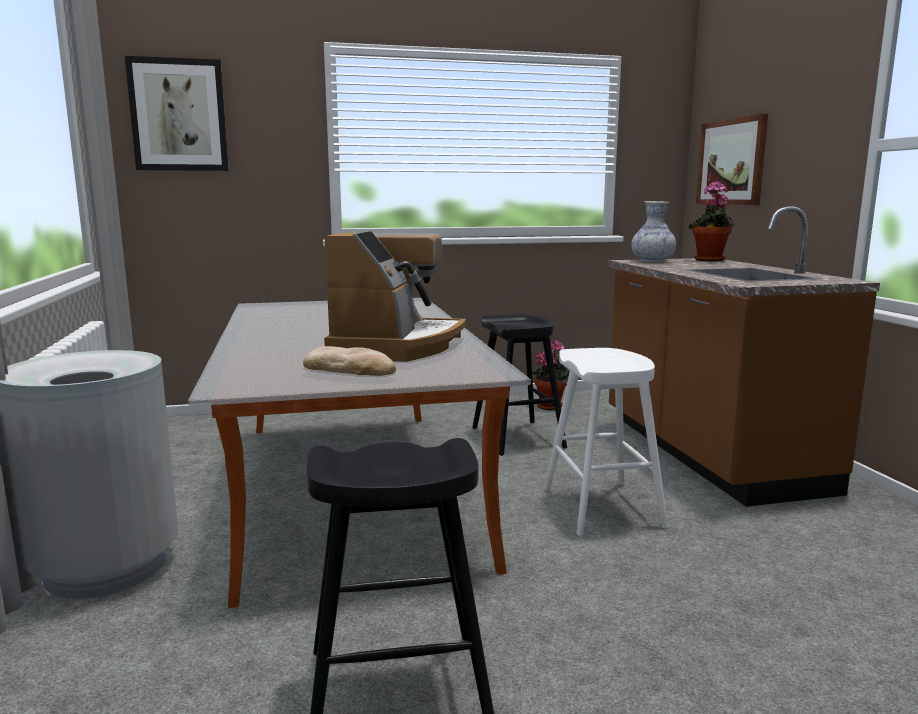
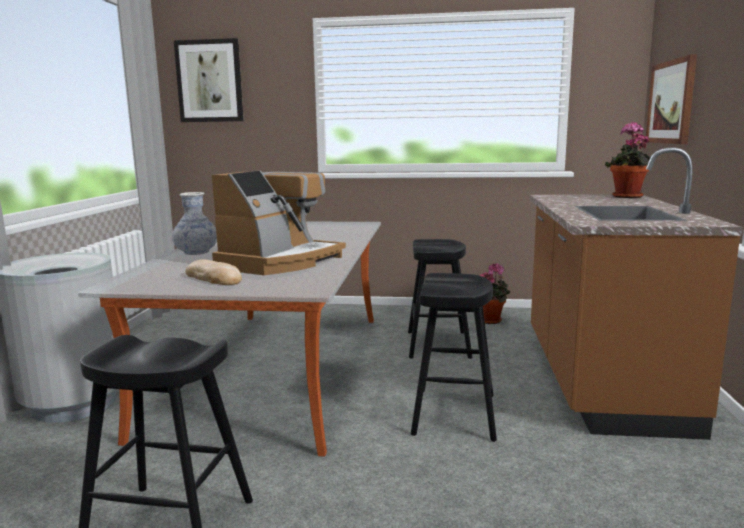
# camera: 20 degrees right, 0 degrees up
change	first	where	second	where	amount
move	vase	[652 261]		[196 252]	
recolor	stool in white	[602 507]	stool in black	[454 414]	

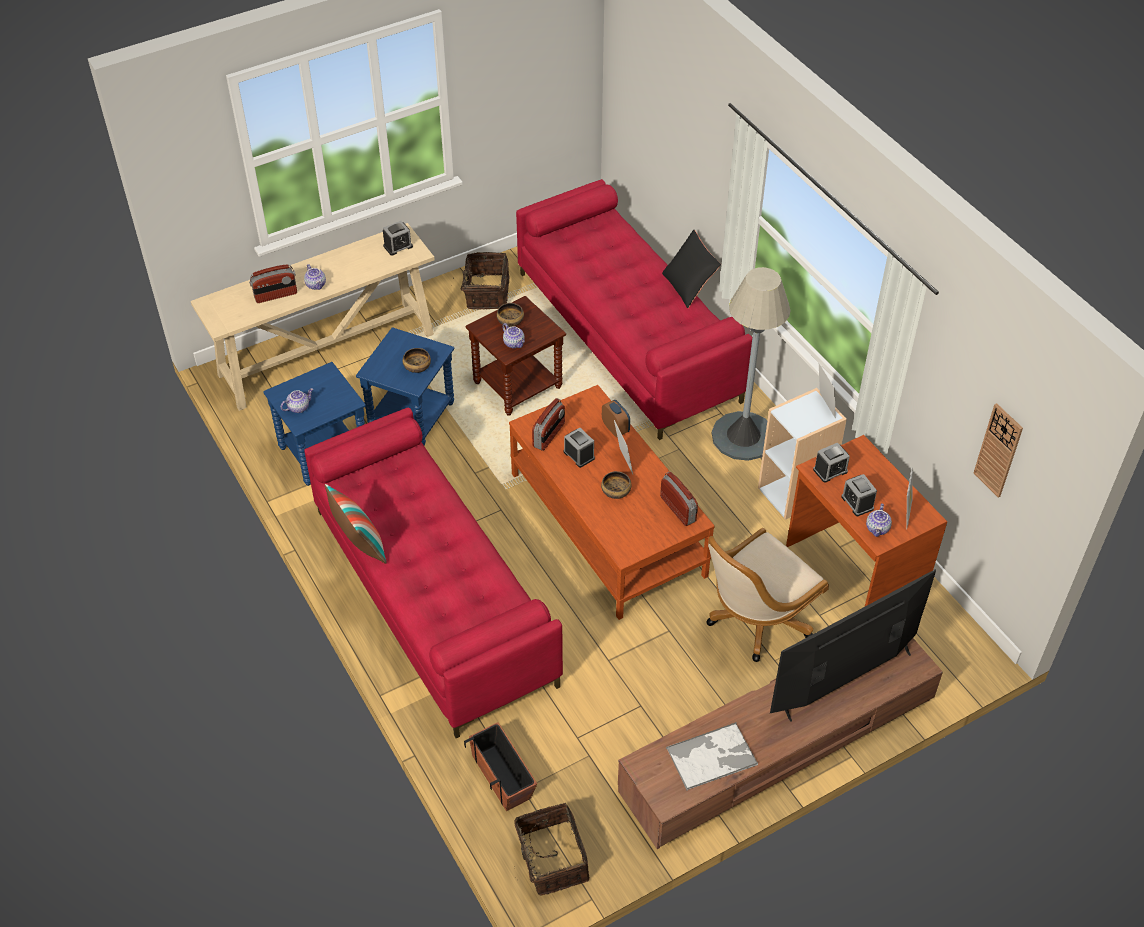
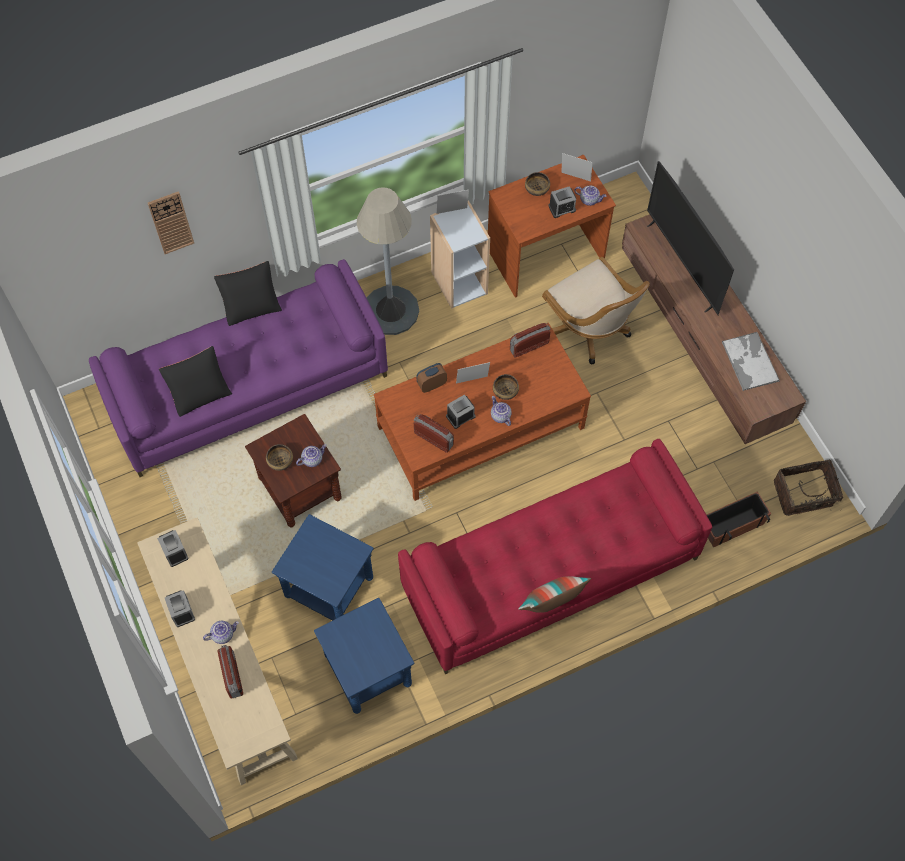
# camera: 85 degrees left, 15 degrees up
change	first	where	second	where	amount
recolor	sofa in red	[628 336]	sofa in purple	[249 388]	
move	wall clock	[998 450]		[171 222]	
insert			pillow in black	[199 392]	
move	alarm clock	[830 470]		[181 611]	
move	teapot	[298 407]		[500 416]	
move	bowl	[417 366]		[537 189]	
delete	basket	[486 293]			

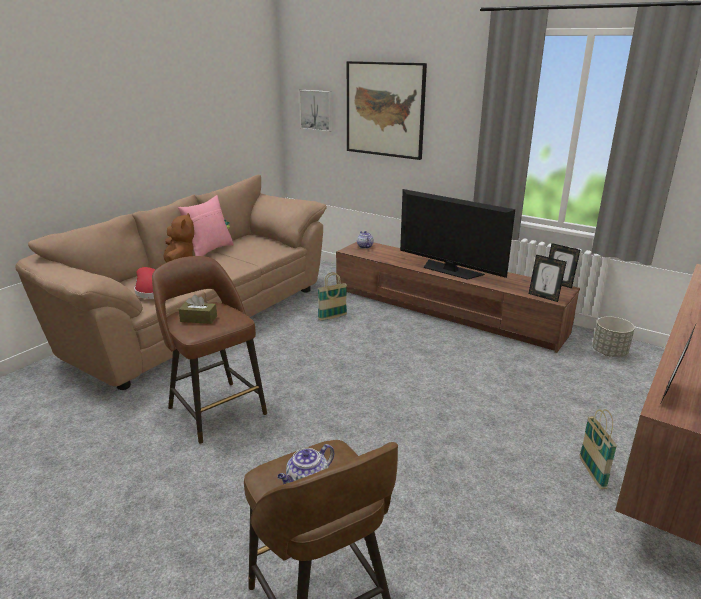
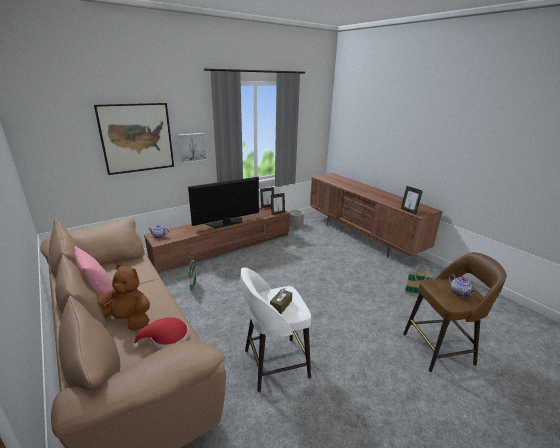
# camera: 70 degrees left, 0 degrees up
change	first	where	second	where	amount
move	picture	[317 110]		[191 147]	
recolor	stool in brown	[216 409]	stool in white	[274 364]	
move	basket	[592 473]		[416 294]	

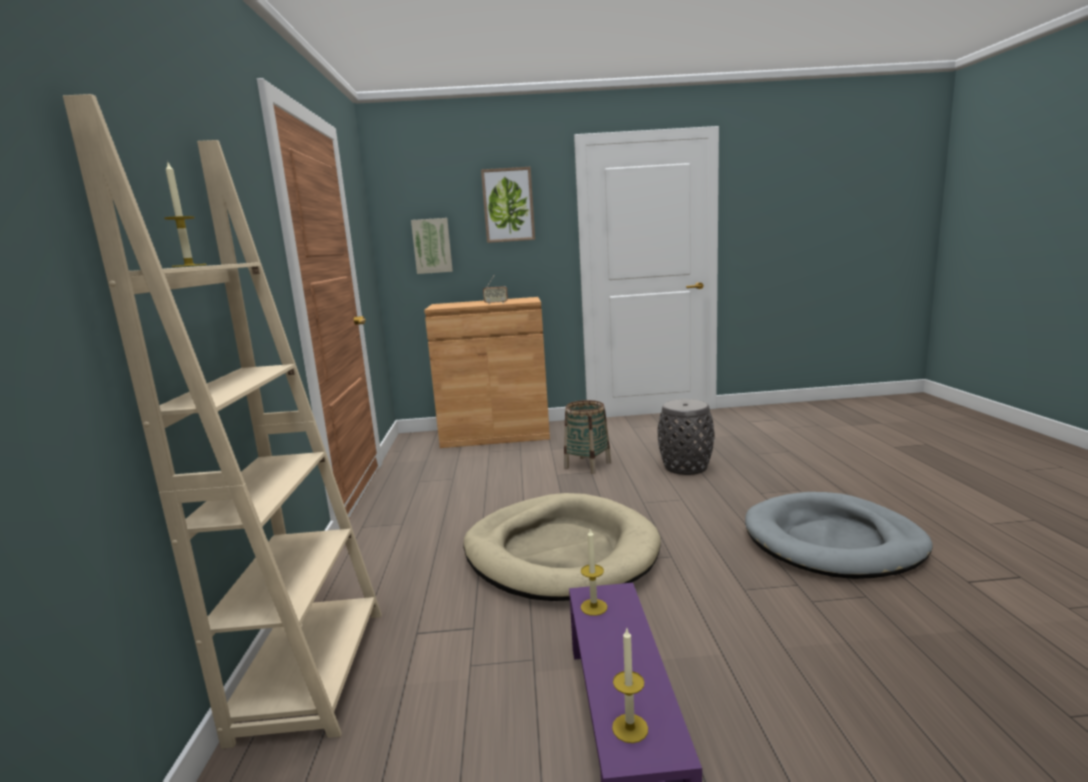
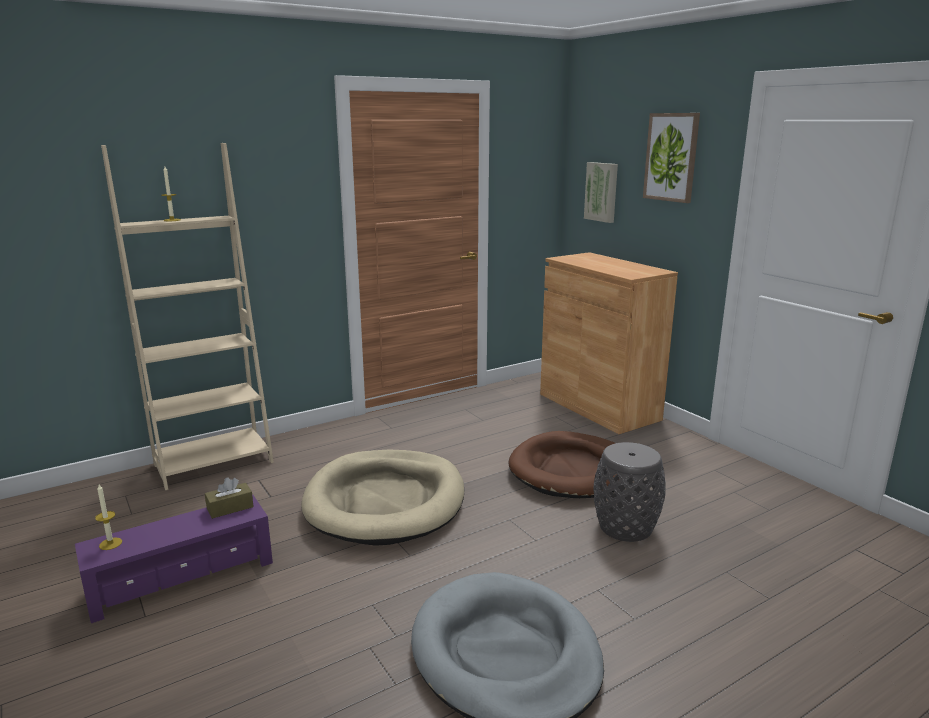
# camera: 60 degrees right, 5 degrees up
change	first	where	second	where	amount
replace	candle	[594 607]	tissue box in brown	[230 508]	
replace	basket	[587 465]	dog bed in brown	[572 470]	
delete	radio	[496 303]			

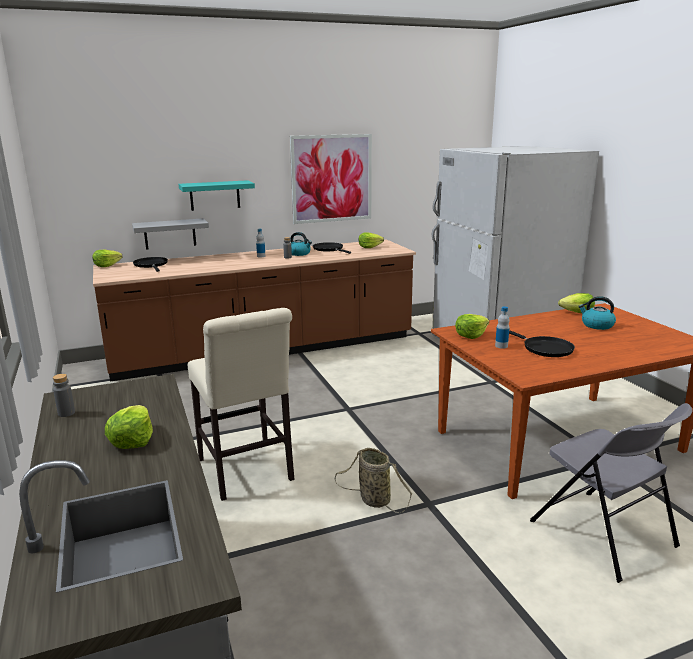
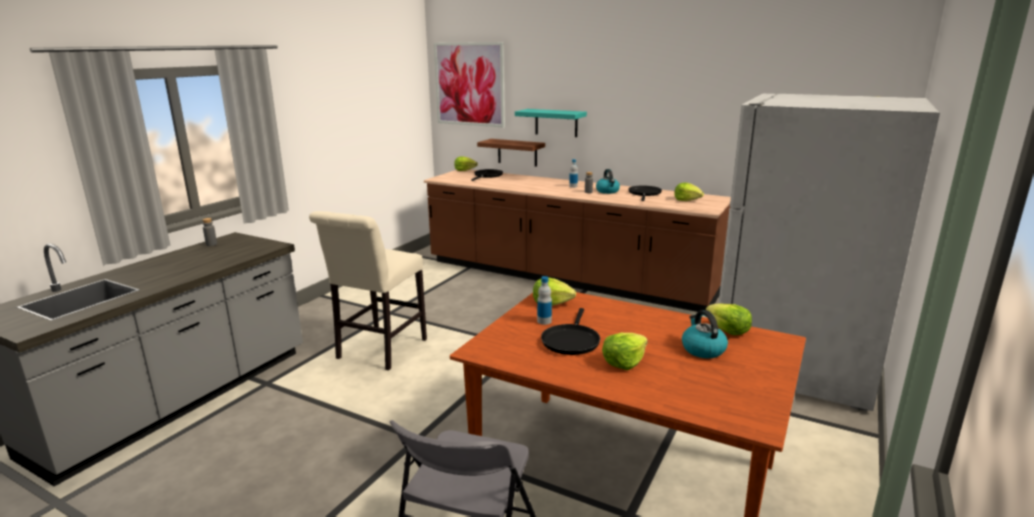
# camera: 50 degrees right, 0 degrees up
change	first	where	second	where	amount
move	picture	[332 178]		[469 84]	
recolor	shelf in grey	[170 234]	shelf in brown	[517 152]	
move	lettuce	[132 441]		[624 362]	
delete	basket	[372 499]			

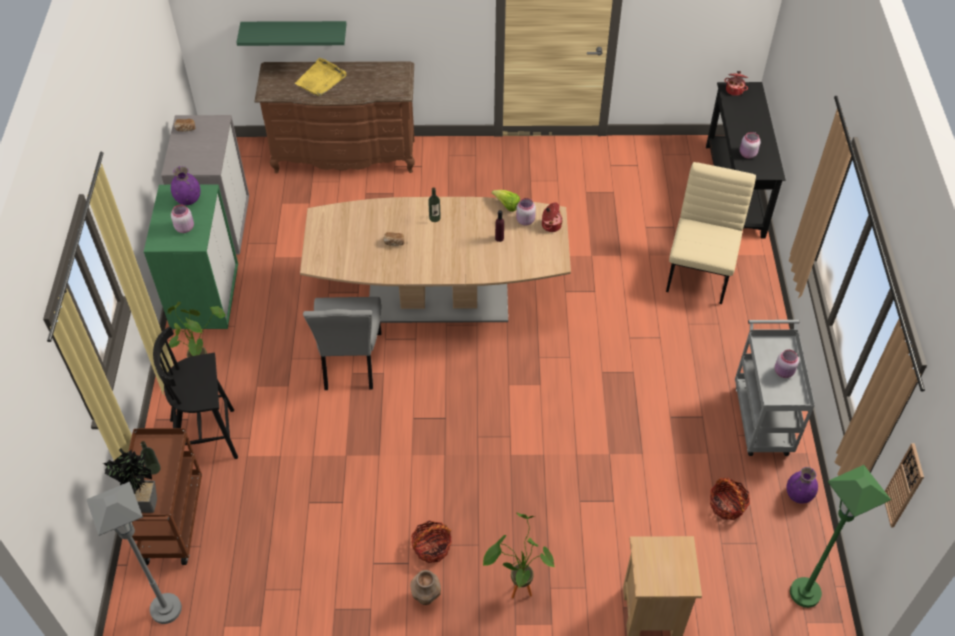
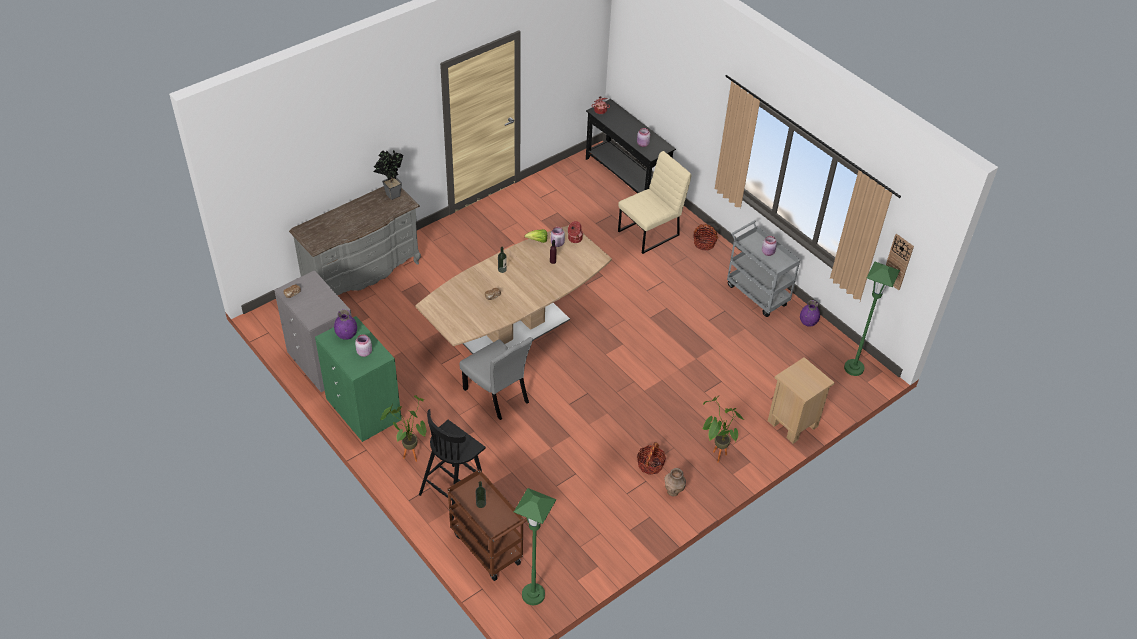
# camera: 40 degrees left, 5 degrees down
change	first	where	second	where	amount
recolor	dresser in brown	[345 157]	dresser in grey	[363 276]	
move	potted plant	[143 503]		[390 195]	
recolor	floor lamp in grey	[166 609]	floor lamp in green	[533 595]	
rotate	chair in beige	[700 271]		[650 232]	75 degrees clockwise
move	basket	[727 505]		[704 243]	
delete	shelf in green	[295 33]			
delete	tray in yellow	[321 79]			

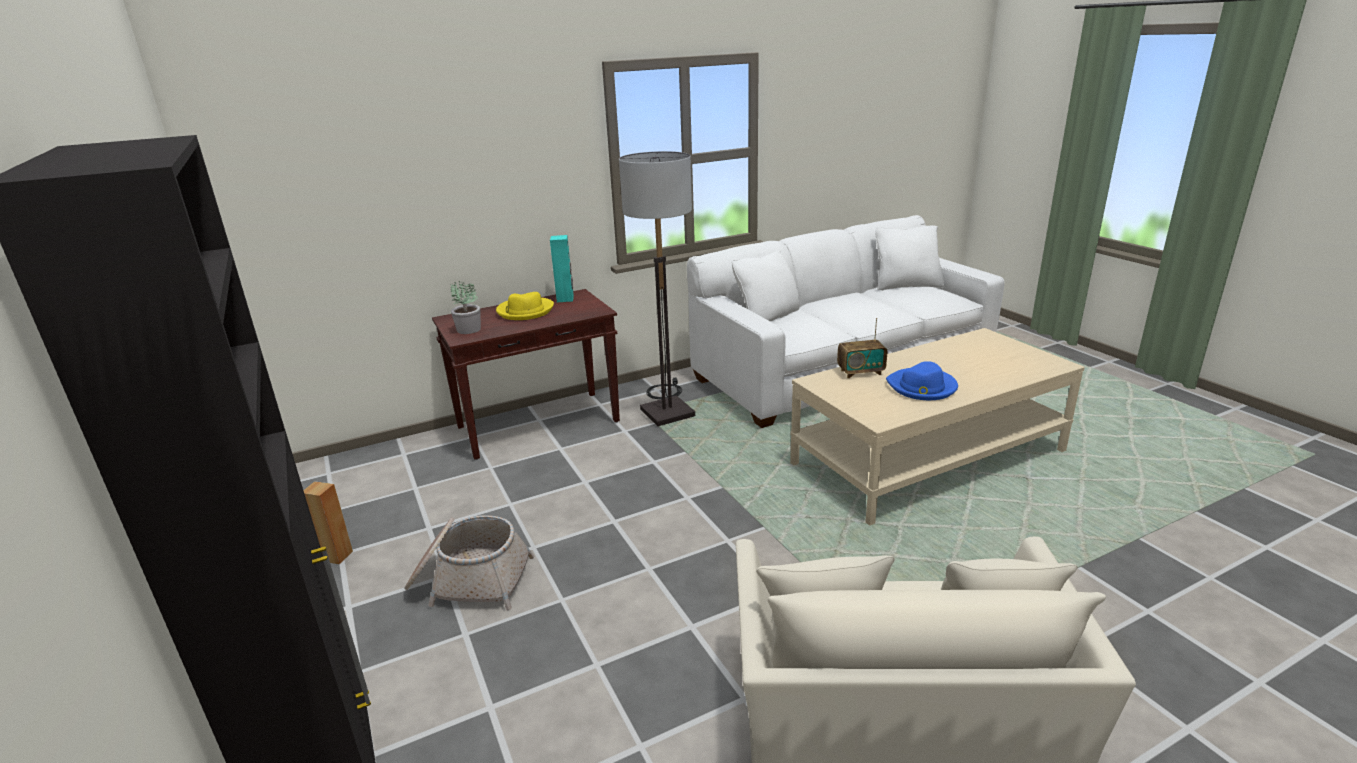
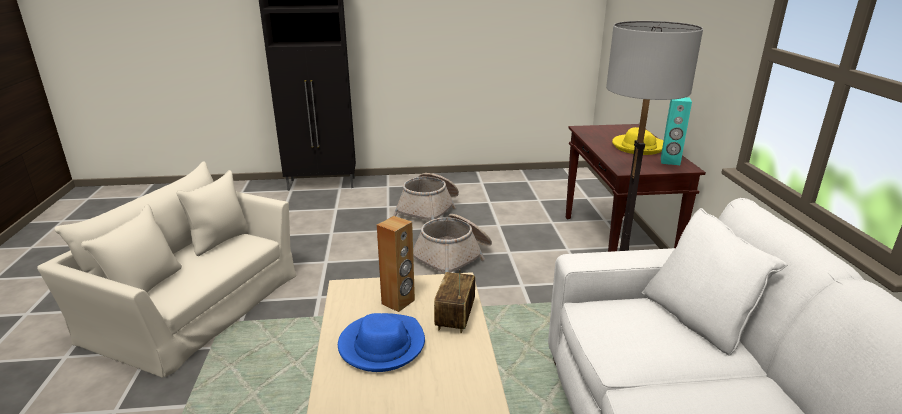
# camera: 110 degrees right, 0 degrees up
change	first	where	second	where	amount
move	speaker in brown	[337 556]		[398 302]	
insert			basket	[453 257]	
delete	potted plant	[468 330]			

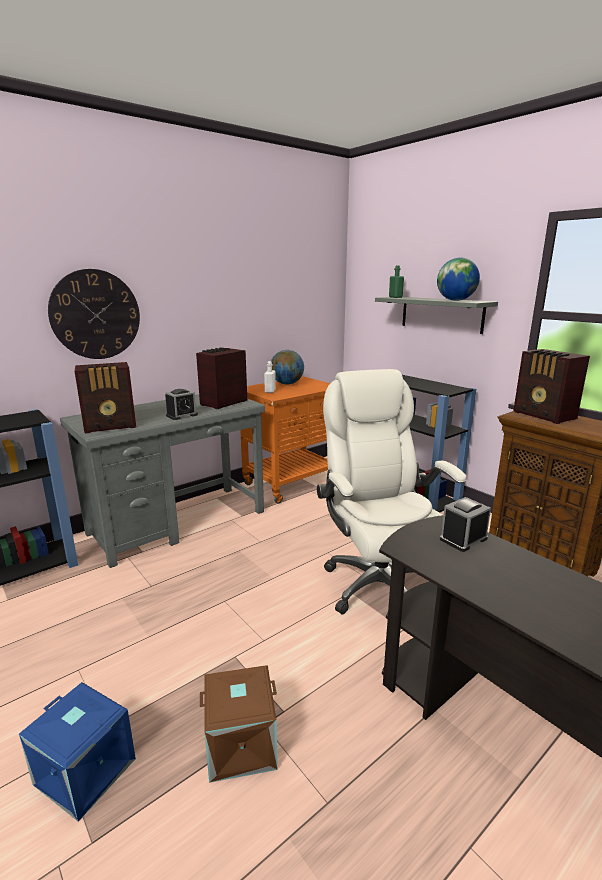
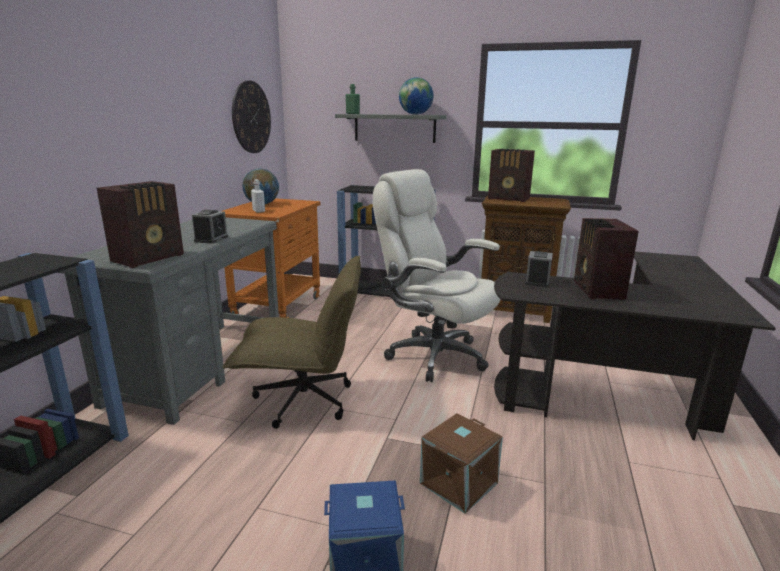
# camera: 35 degrees left, 0 degrees up
change	first	where	second	where	amount
insert			office chair in beige	[302 400]	
move	wall clock	[95 315]		[251 117]	
move	radio	[222 403]		[597 290]	

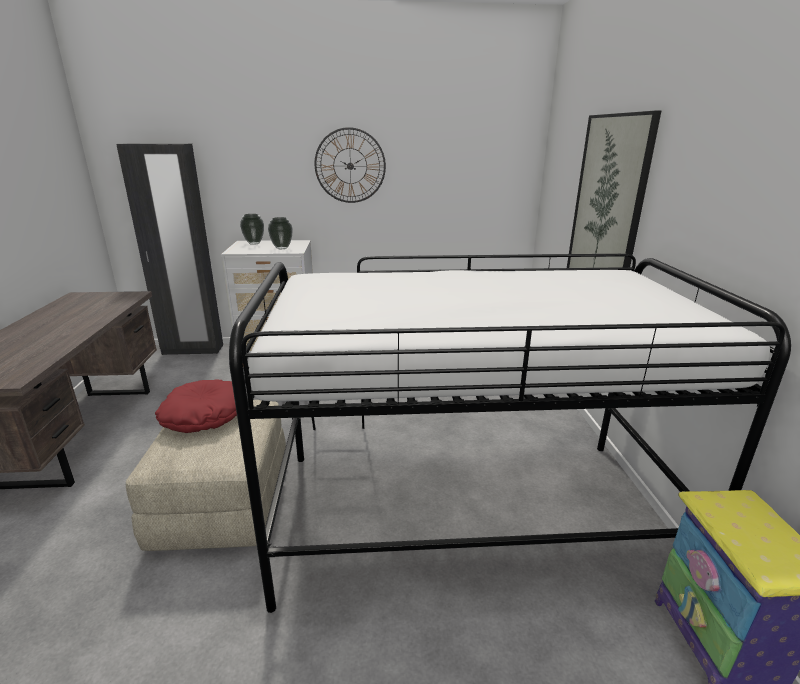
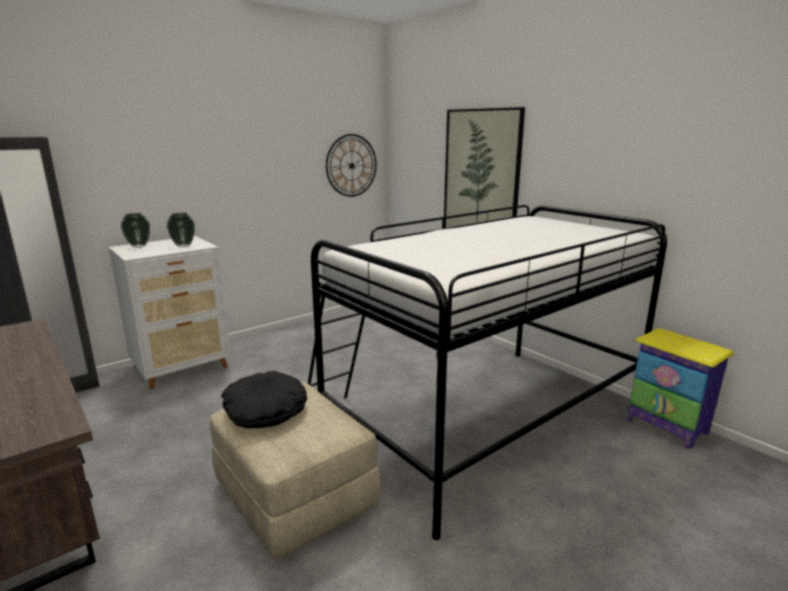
# camera: 35 degrees left, 5 degrees down
change	first	where	second	where	amount
recolor	pillow in red	[205 416]	pillow in black	[267 411]	
move	wall clock	[350 166]		[351 165]	

